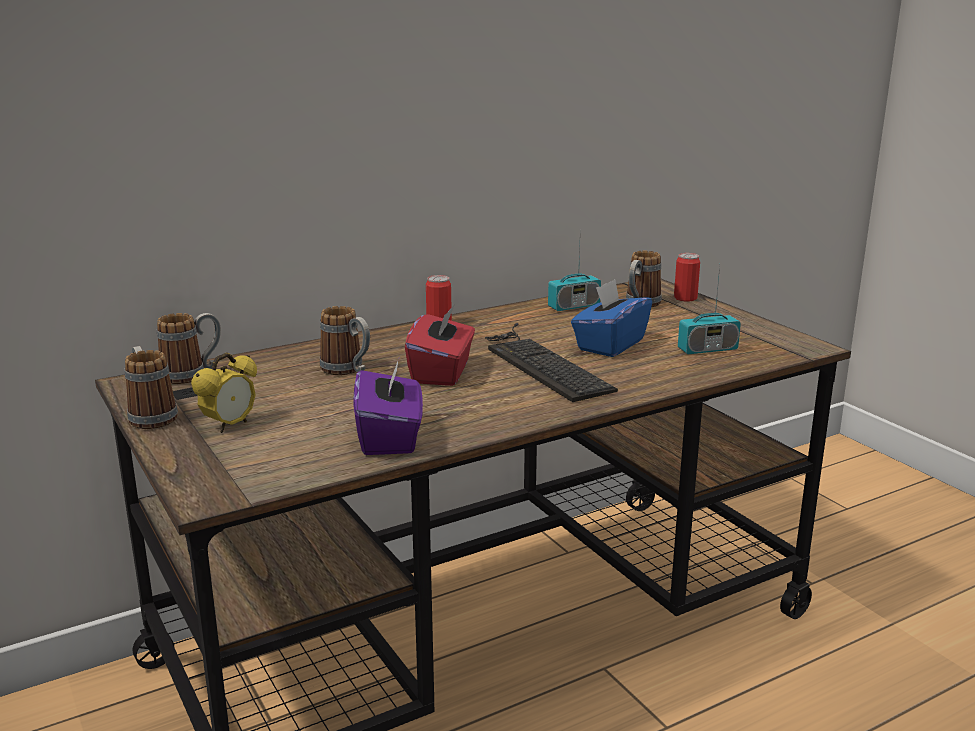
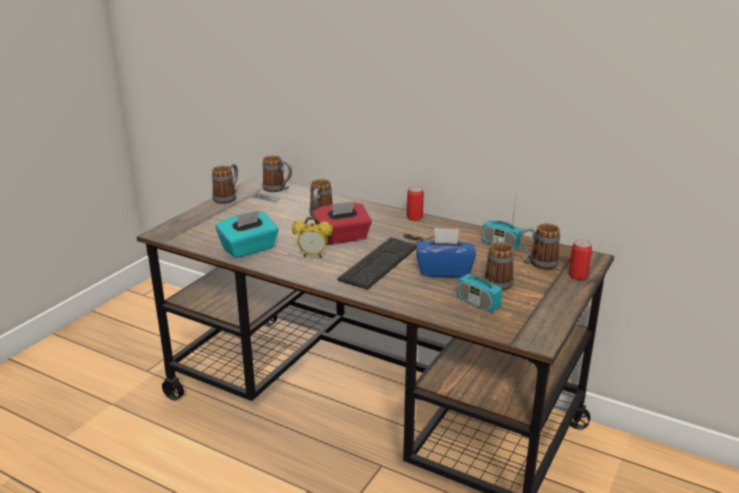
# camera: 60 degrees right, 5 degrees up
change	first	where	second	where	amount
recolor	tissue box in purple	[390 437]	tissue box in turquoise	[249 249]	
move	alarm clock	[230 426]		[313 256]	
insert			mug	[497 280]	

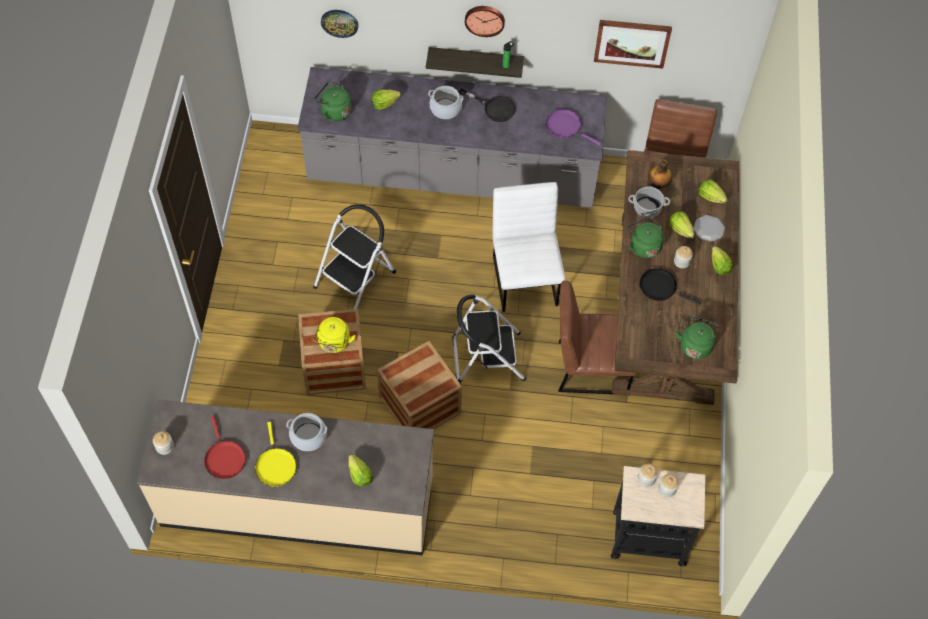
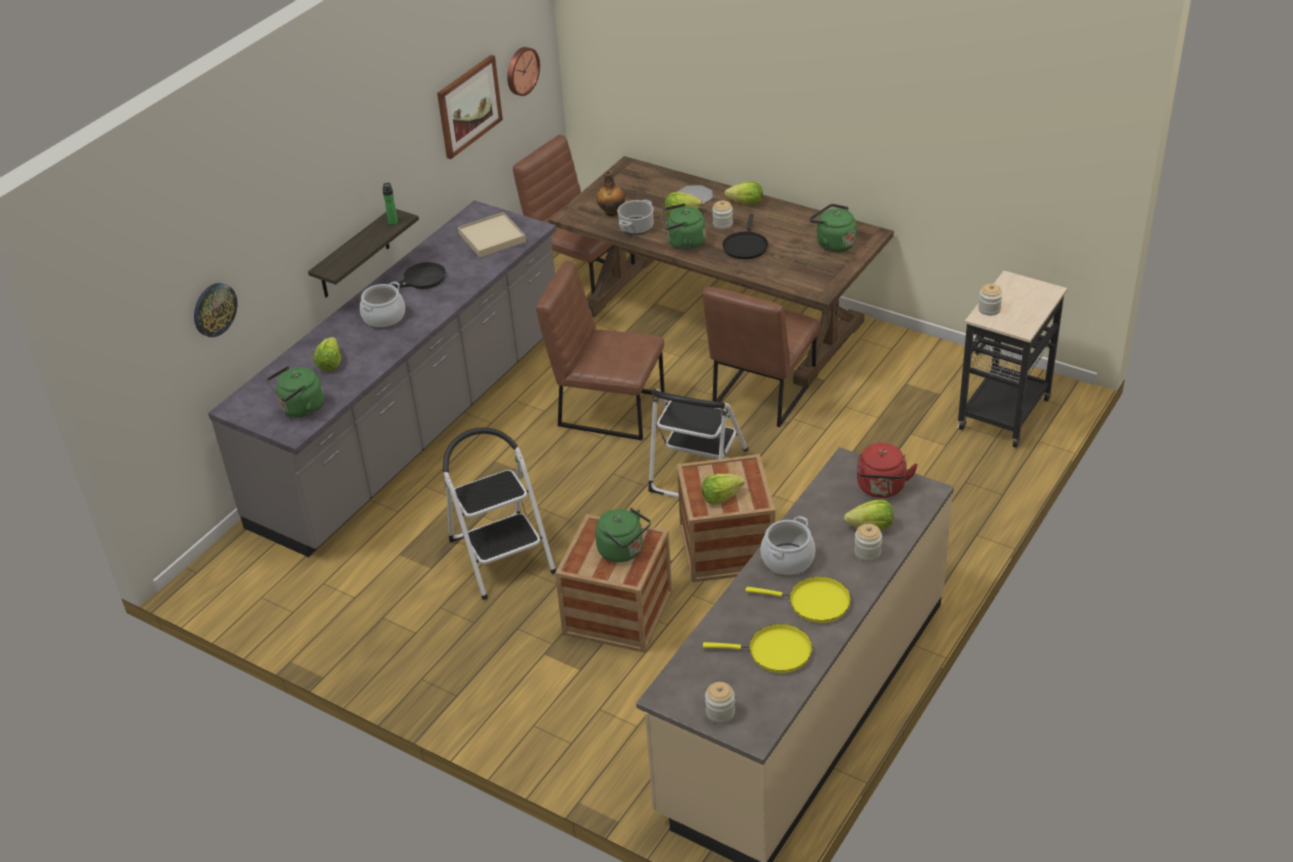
# camera: 60 degrees left, 20 degrees down
change	first	where	second	where	amount
replace	frying pan in purple	[566 126]	tray in beige	[492 237]	
move	wall clock	[484 19]		[521 71]	
recolor	chair in white	[525 278]	chair in brown	[608 409]	
recolor	kettle in yellow	[334 343]	kettle in green	[623 551]	
move	lettuce	[710 197]		[721 497]	
recolor	frying pan in red	[224 458]	frying pan in yellow	[775 652]	
rotate	frying pan in black	[660 287]		[745 246]	45 degrees counterclockwise
move	jar	[667 489]		[867 552]	
insert			kettle in red	[881 488]	

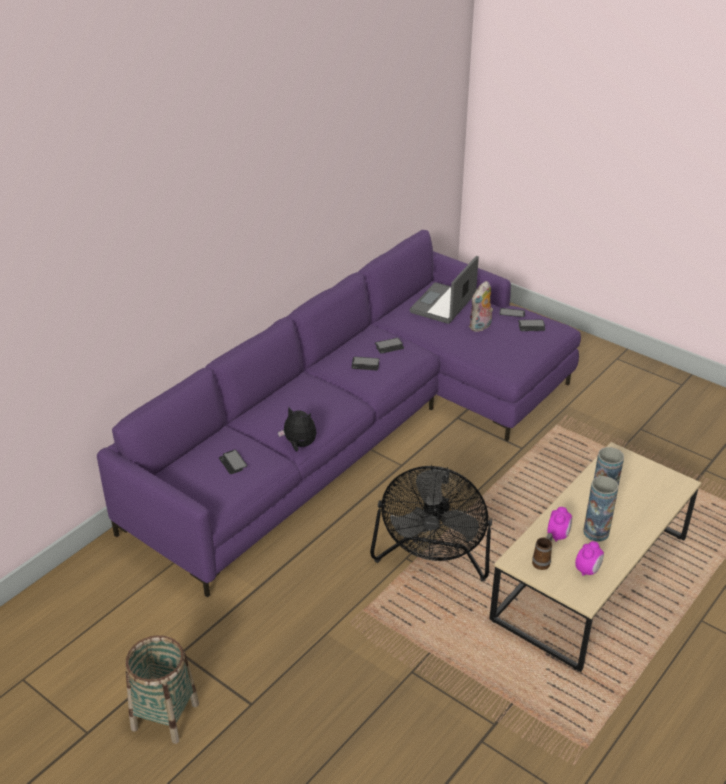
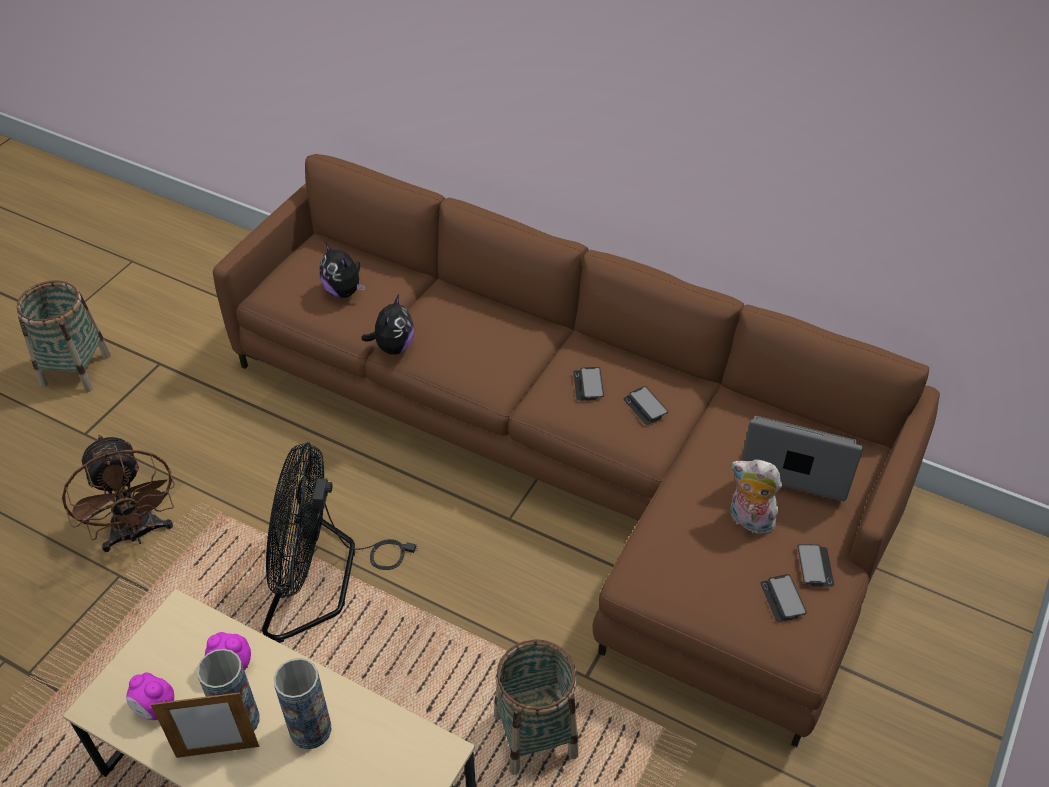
# camera: 80 degrees right, 10 degrees up
change	first	where	second	where	amount
insert			fan in brown	[137 534]	
insert			picture frame	[217 751]	
recolor	sofa in purple	[360 430]	sofa in brown	[576 460]	
replace	phone	[233 463]	plush toy	[344 291]	
insert			basket	[535 735]	
delete	mug	[542 561]			

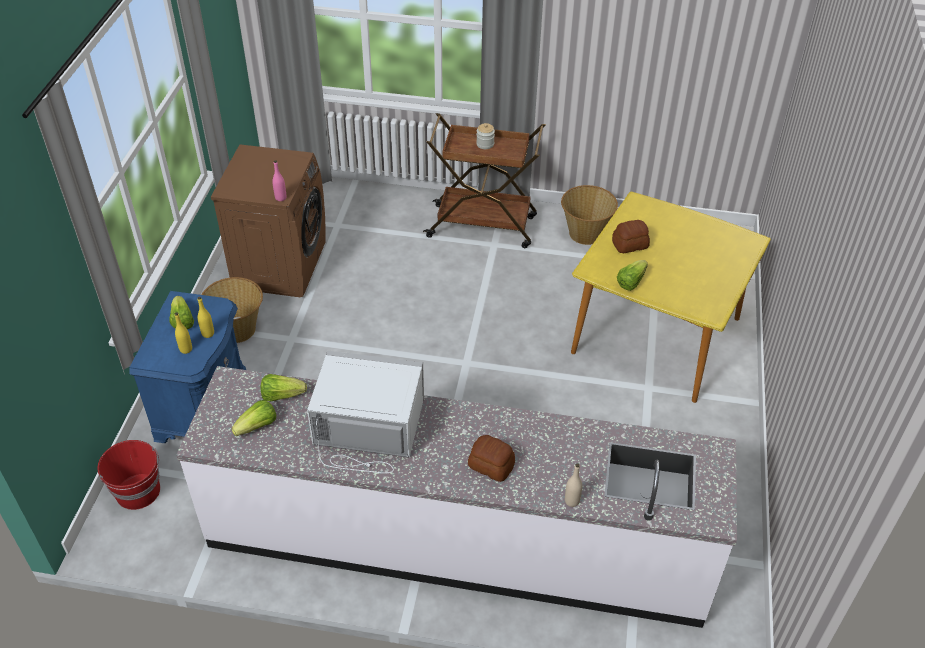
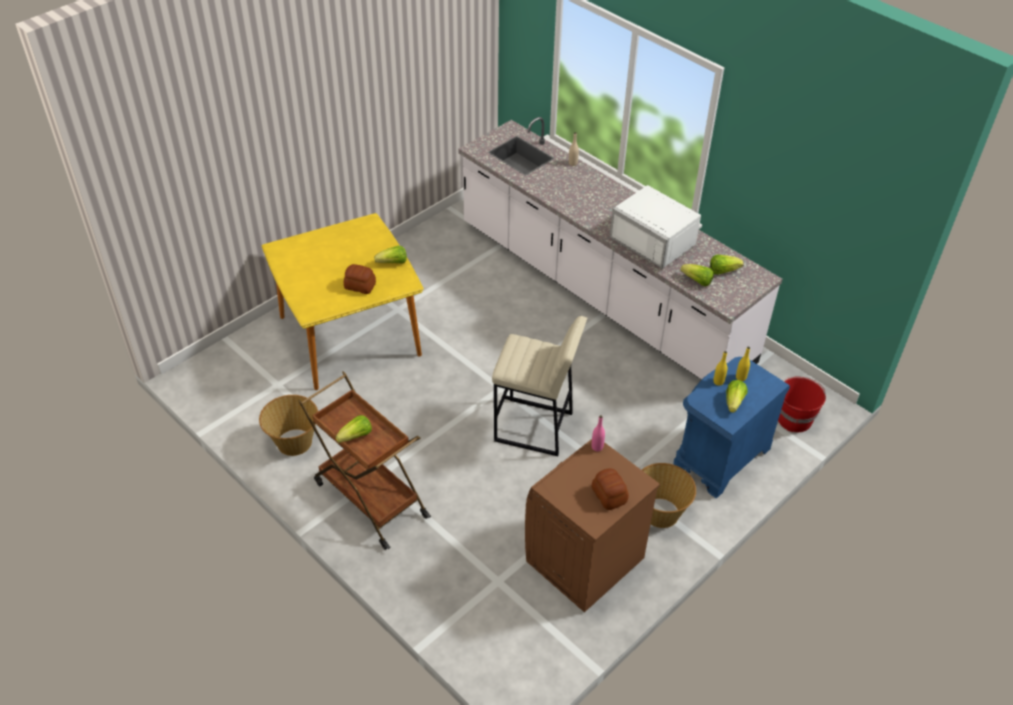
# camera: 145 degrees left, 0 degrees up
change	first	where	second	where	amount
replace	jar	[485 144]	lettuce	[356 436]	
insert			stool in beige	[536 427]	
move	bread	[491 465]		[608 496]	

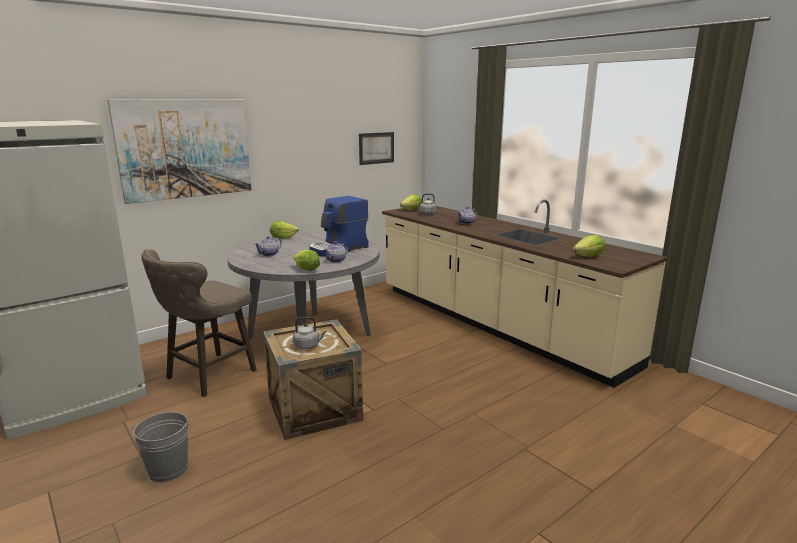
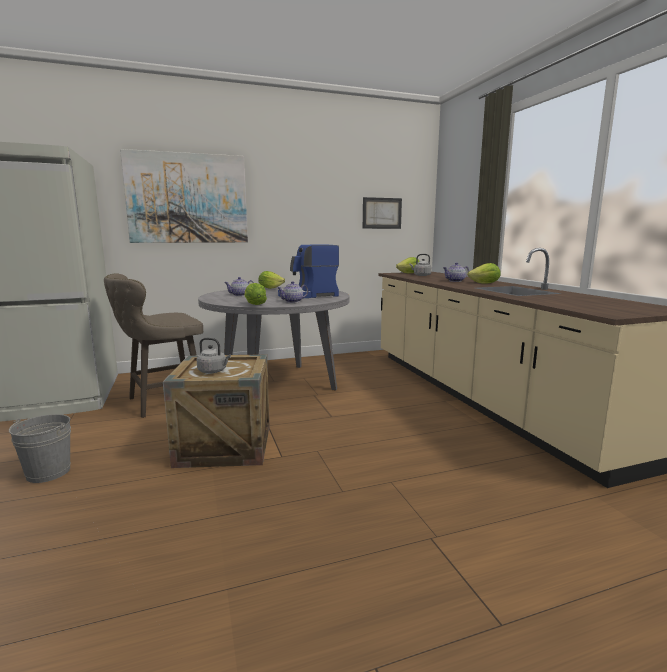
# camera: 20 degrees right, 5 degrees down
change	first	where	second	where	amount
move	lettuce	[589 256]		[485 283]	

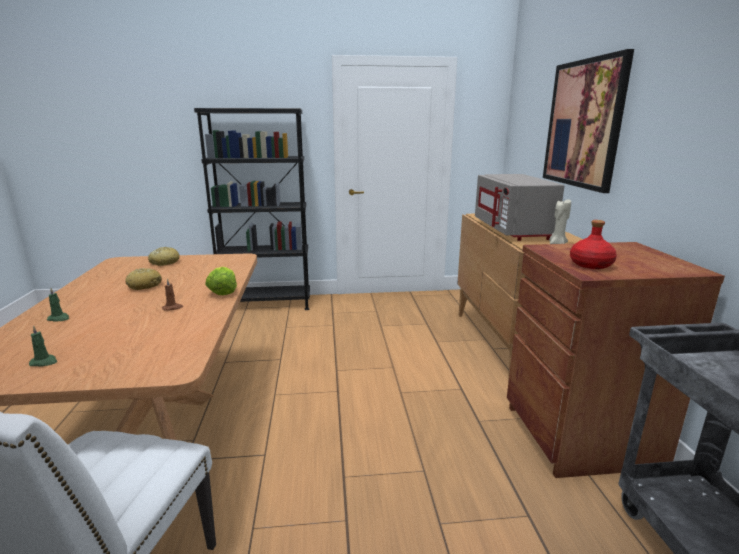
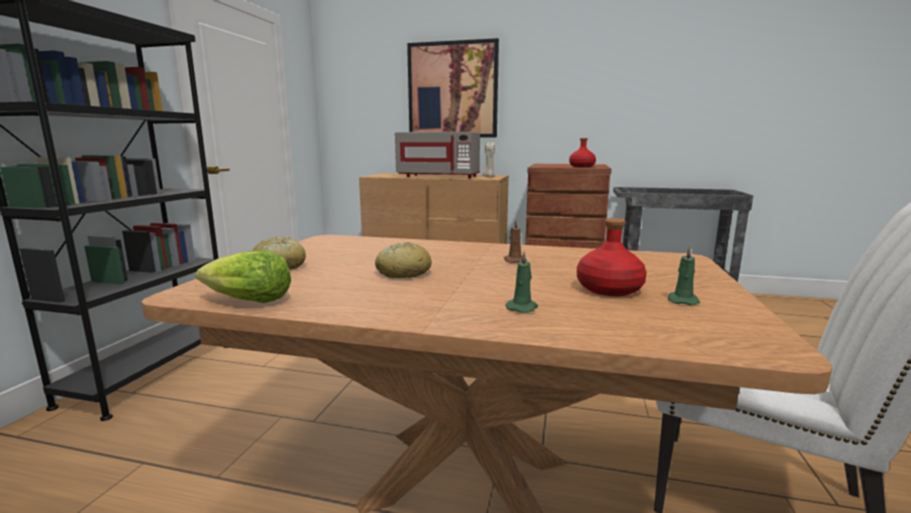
# camera: 70 degrees left, 5 degrees down
change	first	where	second	where	amount
move	lettuce	[223 291]		[247 301]	
insert			bottle in red	[609 289]	

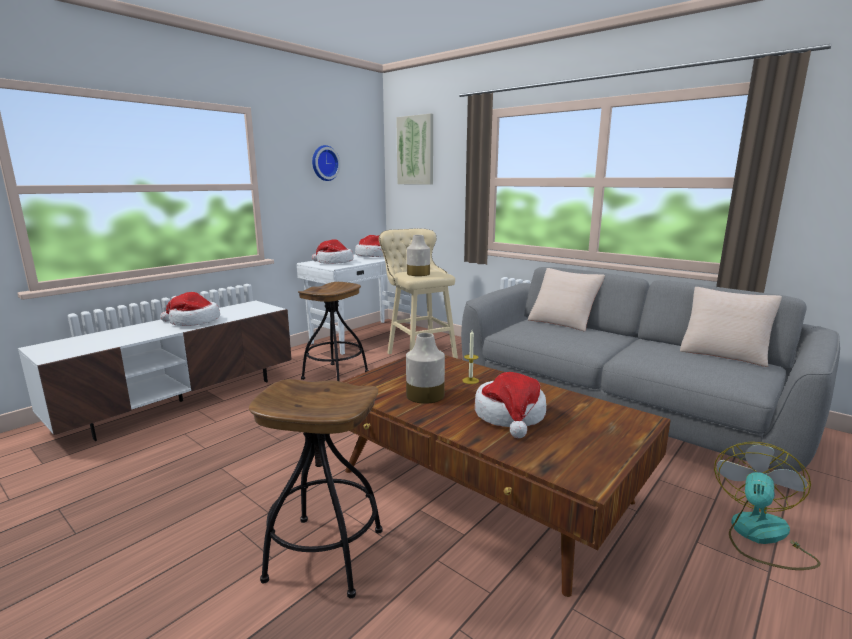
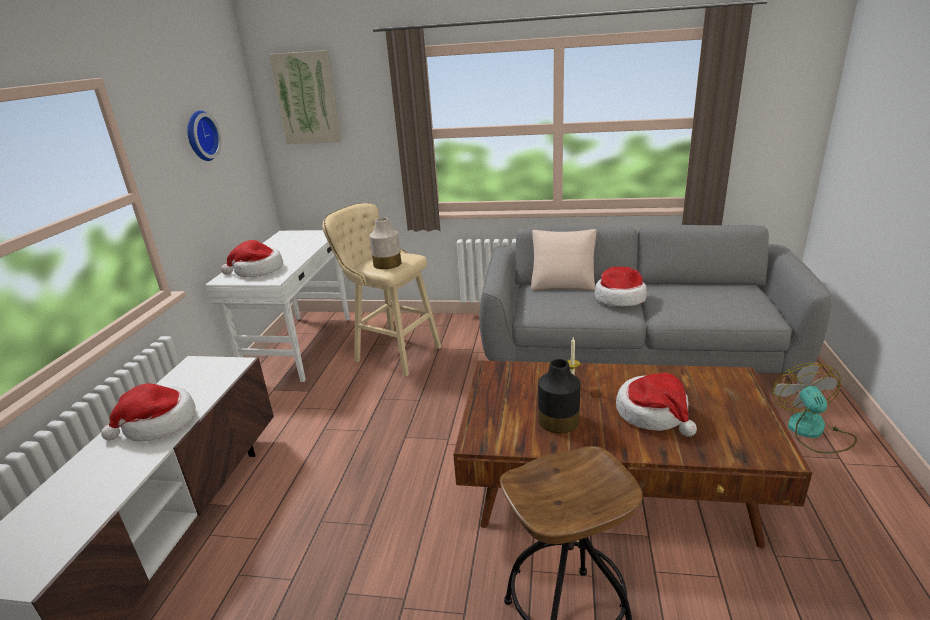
# camera: 30 degrees left, 10 degrees up
change	first	where	second	where	amount
recolor	vase in beige	[425 395]	vase in black	[559 420]	
move	hat	[373 256]		[619 298]	
delete	stool in brown	[335 375]			
delete	pillow in beige	[724 353]			

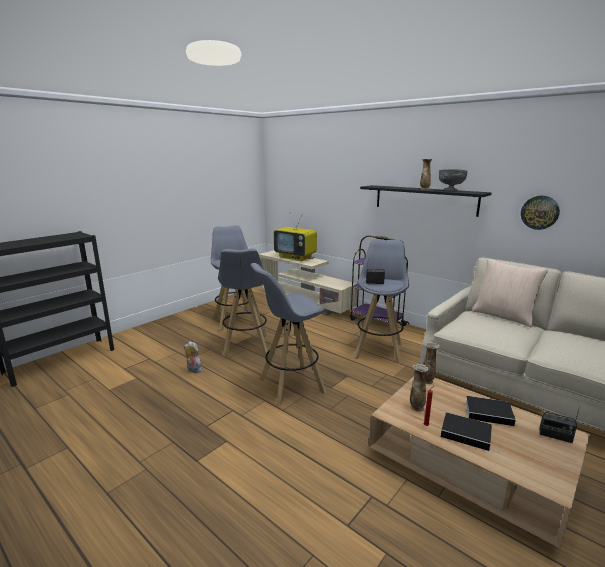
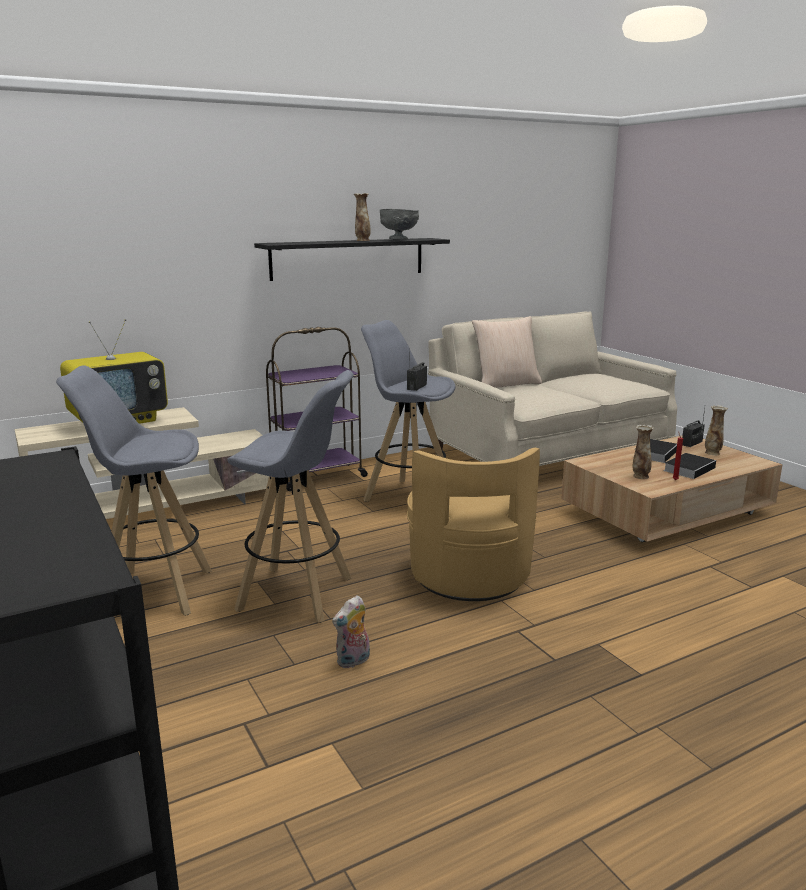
# camera: 70 degrees left, 0 degrees up
change	first	where	second	where	amount
replace	stool in grey	[289 385]	armchair in beige	[469 574]	
move	vase	[427 381]		[712 453]	
delete	wall clock	[539 212]			

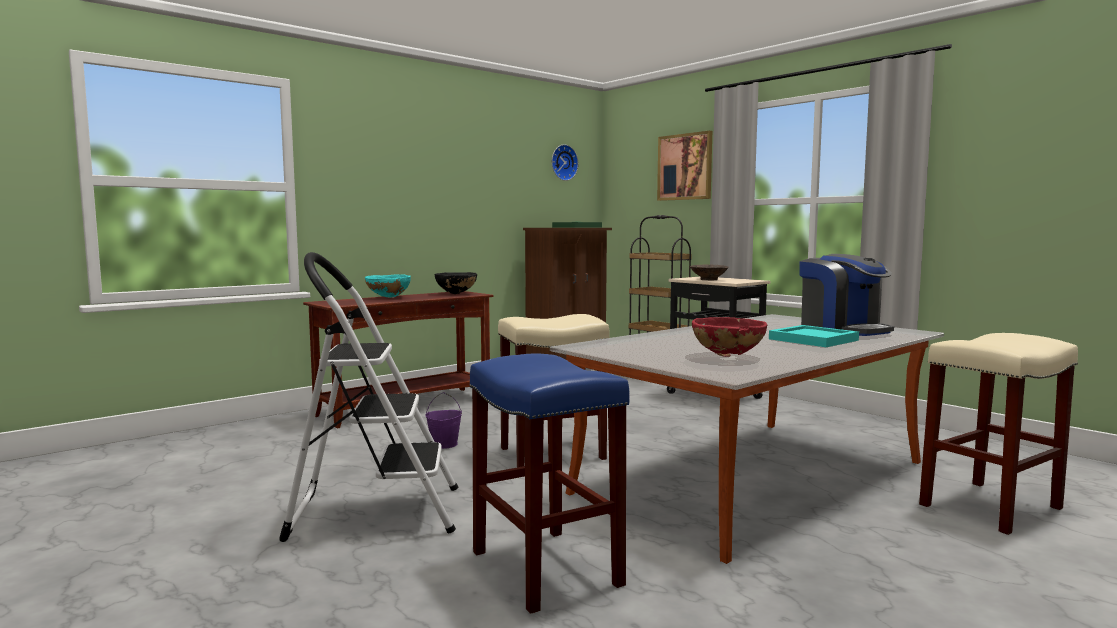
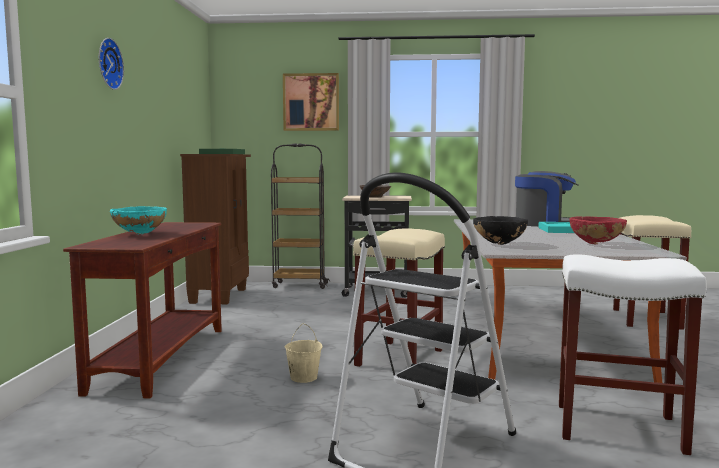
# camera: 45 degrees left, 0 degrees up
change	first	where	second	where	amount
move	wall clock	[563 162]		[107 64]	
recolor	bucket in purple	[444 444]	bucket in beige	[303 378]	
move	bowl in black	[456 294]		[499 244]	
recolor	stool in blue	[543 567]	stool in white	[616 428]	

